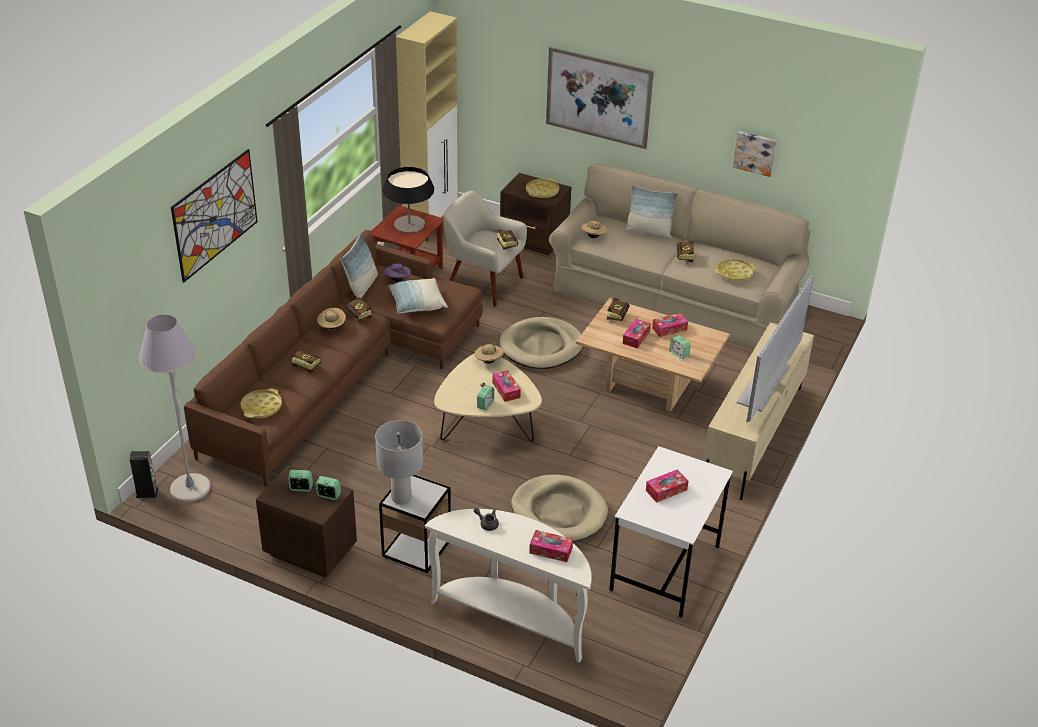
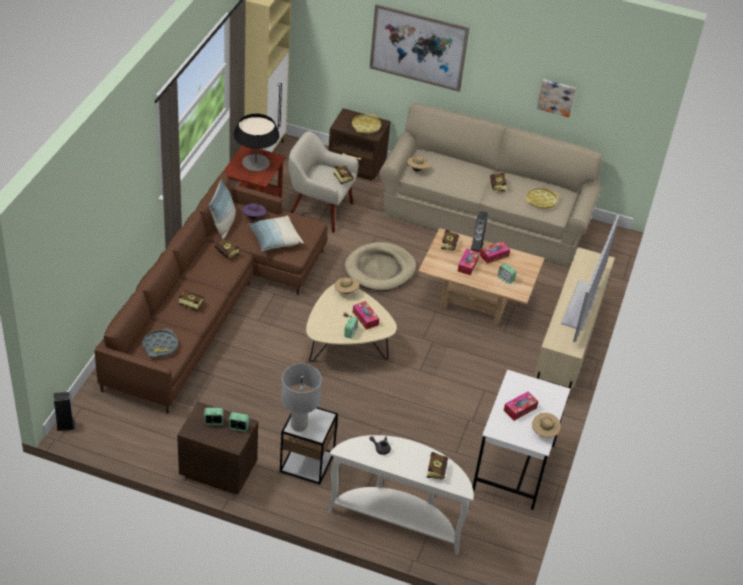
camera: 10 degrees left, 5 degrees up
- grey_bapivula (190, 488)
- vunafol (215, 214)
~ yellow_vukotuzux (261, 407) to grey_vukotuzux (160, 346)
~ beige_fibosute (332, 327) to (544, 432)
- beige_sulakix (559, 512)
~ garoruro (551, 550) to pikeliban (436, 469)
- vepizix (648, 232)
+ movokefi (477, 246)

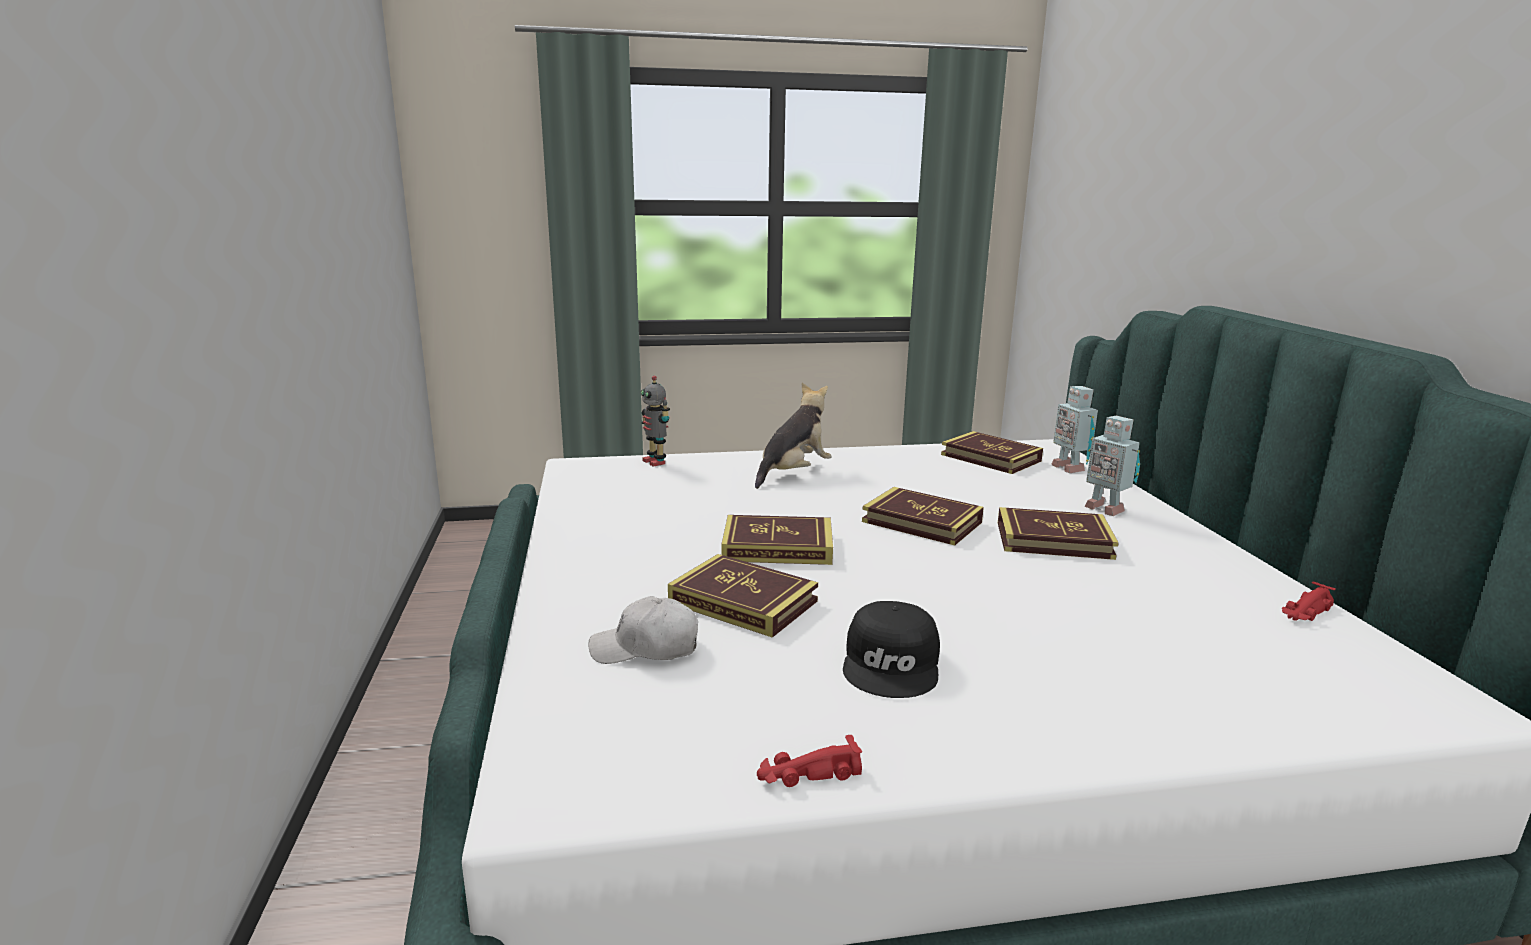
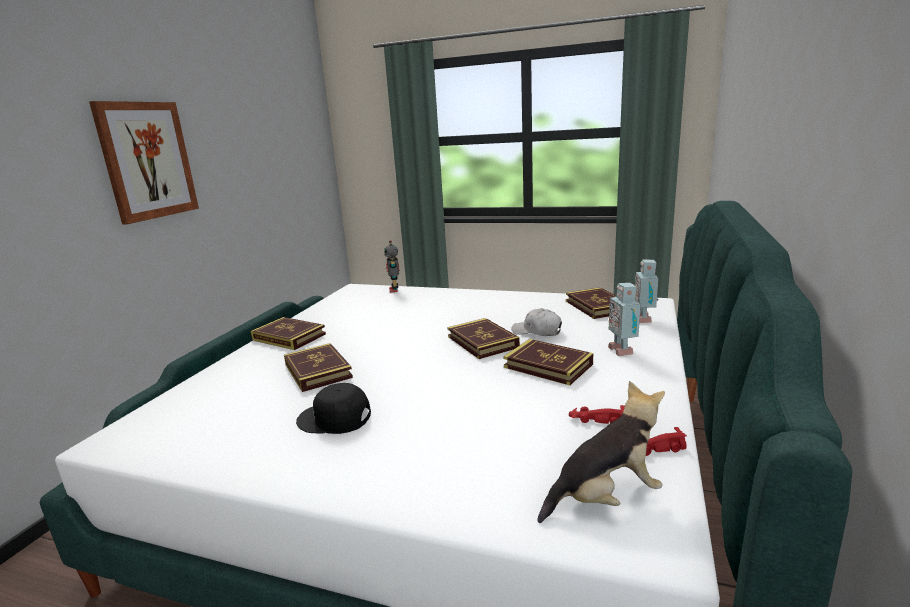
camera: 30 degrees right, 0 degrees up
~ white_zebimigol (646, 648) to (537, 331)
~ pikeliban (777, 547) to (289, 337)
~ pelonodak (793, 473) to (604, 497)
~ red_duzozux (807, 774) to (596, 420)
~ black_zebimigol (893, 663) = (334, 419) 60 degrees clockwise
+ vunafol (147, 161)

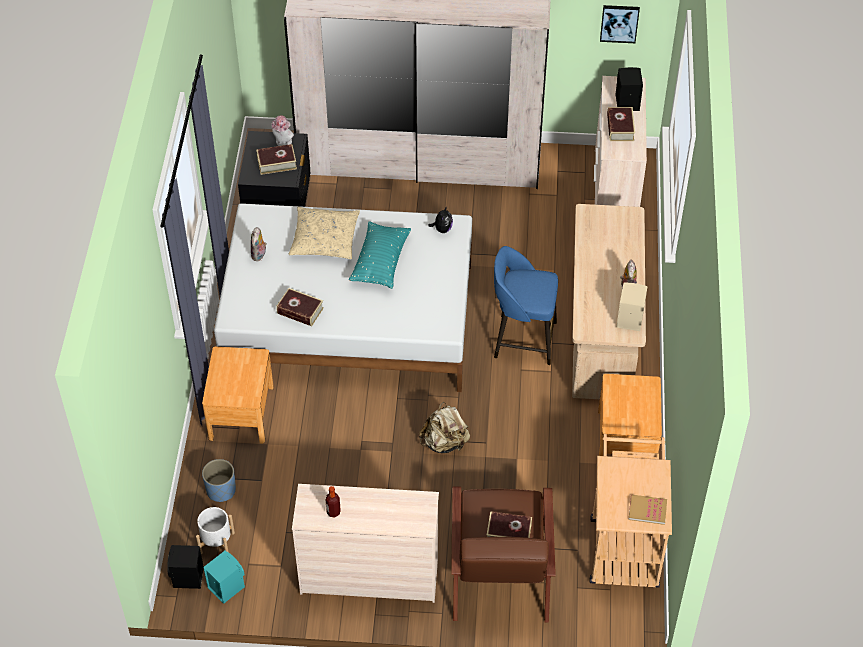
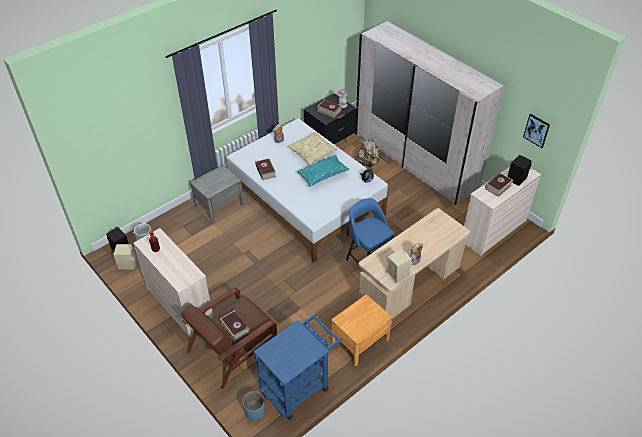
camera: 45 degrees right, 5 degrees down
~ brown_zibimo (241, 412) to grey_zibimo (219, 205)
~ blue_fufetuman (221, 490) to (255, 412)
~ turquoise_movokefi (225, 586) to beige_movokefi (127, 263)
~ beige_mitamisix (445, 442) to (368, 163)
~ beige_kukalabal (624, 544) to blue_kukalabal (299, 385)
- pikeliban (647, 510)

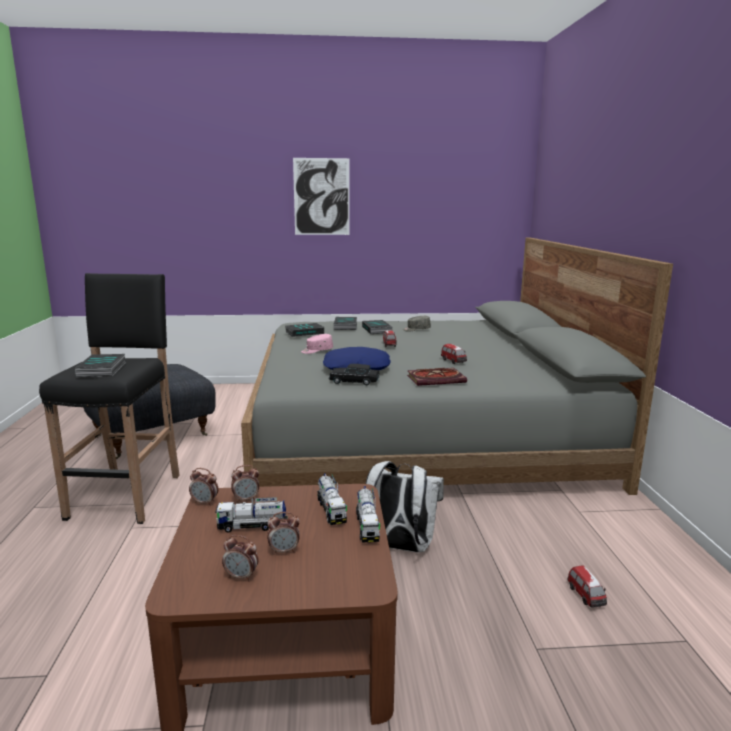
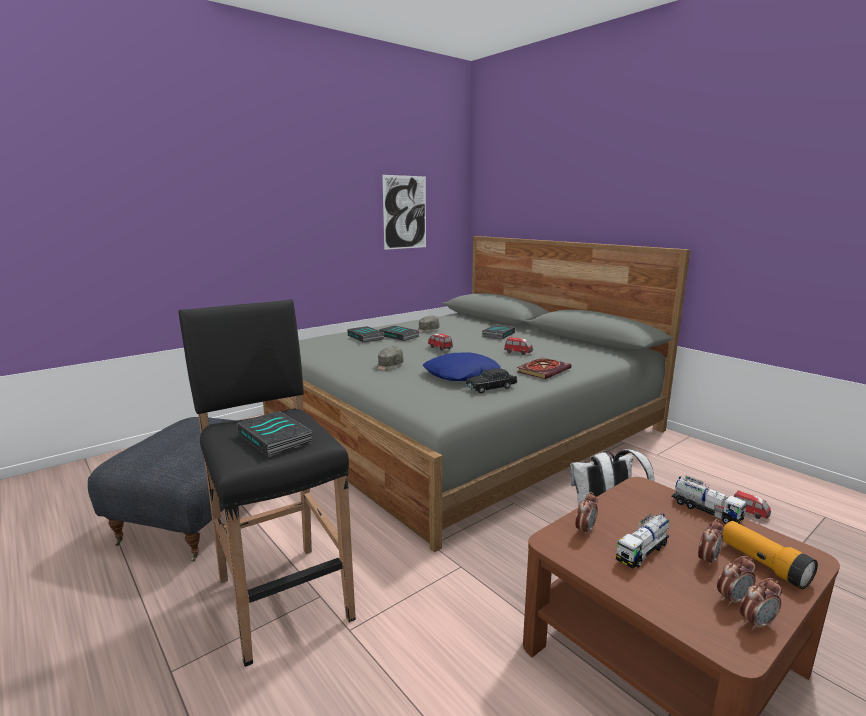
camera: 35 degrees left, 0 degrees up
~ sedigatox (205, 502) to (756, 623)
~ pikeliban (304, 332) to (498, 334)
~ vunafol (321, 197) to (405, 212)
~ pink_zebimigol (317, 351) to grey_zebimigol (388, 366)
- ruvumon (331, 510)
+ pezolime (763, 564)

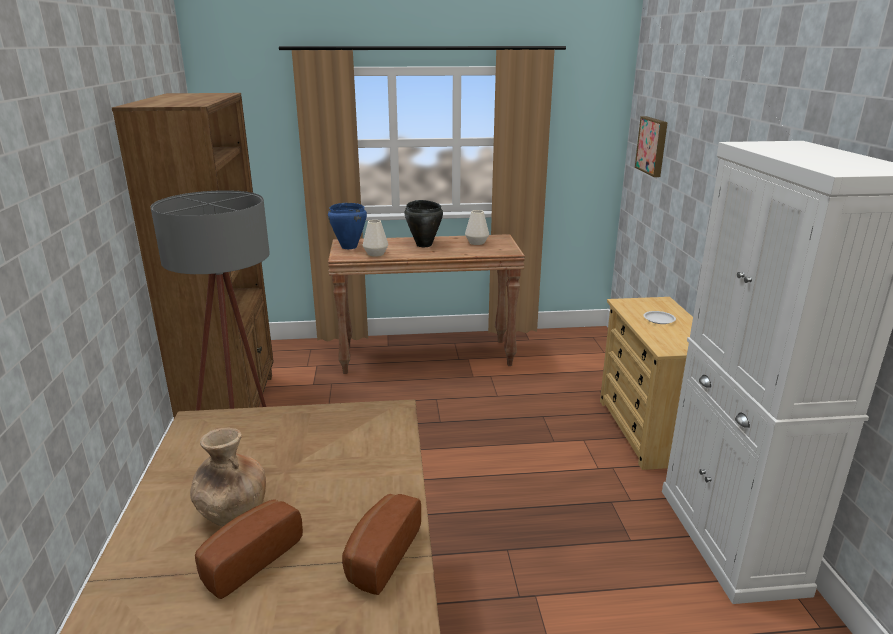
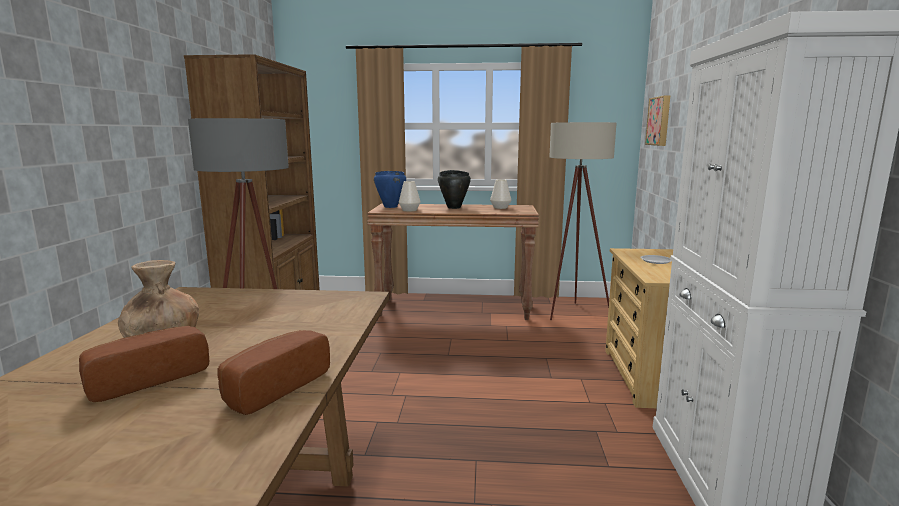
camera: 10 degrees right, 10 degrees down
+ beige_bapivula (572, 315)

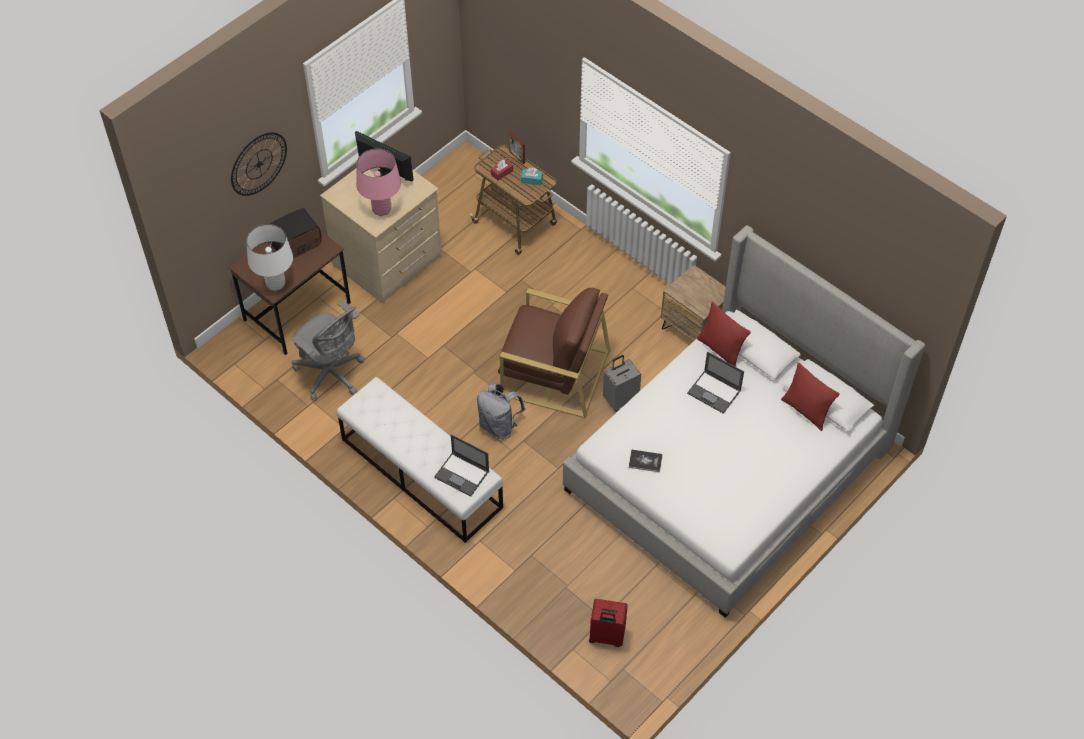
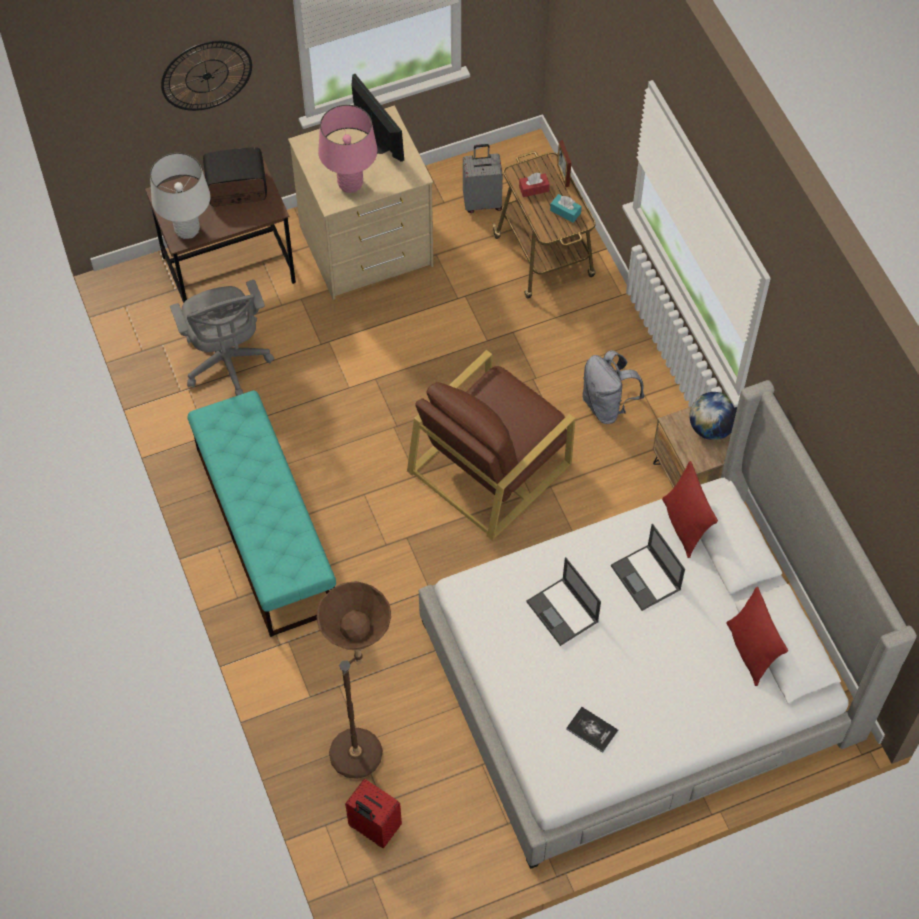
camera: 25 degrees right, 5 degrees up
~ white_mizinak (421, 473) to turquoise_mizinak (265, 528)
~ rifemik (462, 474) to (563, 612)
~ grey_mitamisix (499, 426) to (607, 405)
~ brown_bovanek (554, 372) = (490, 466) 90 degrees clockwise
~ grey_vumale (620, 399) to (482, 202)
~ pikeliban (645, 461) to (592, 730)
+ brown_bapivula (364, 746)
+ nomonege (711, 428)

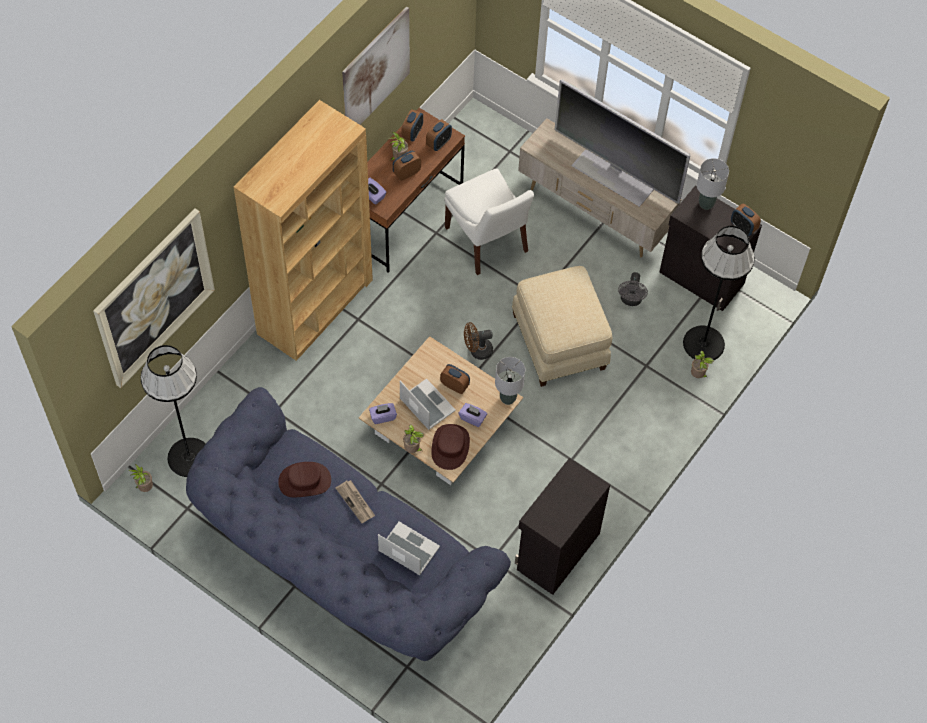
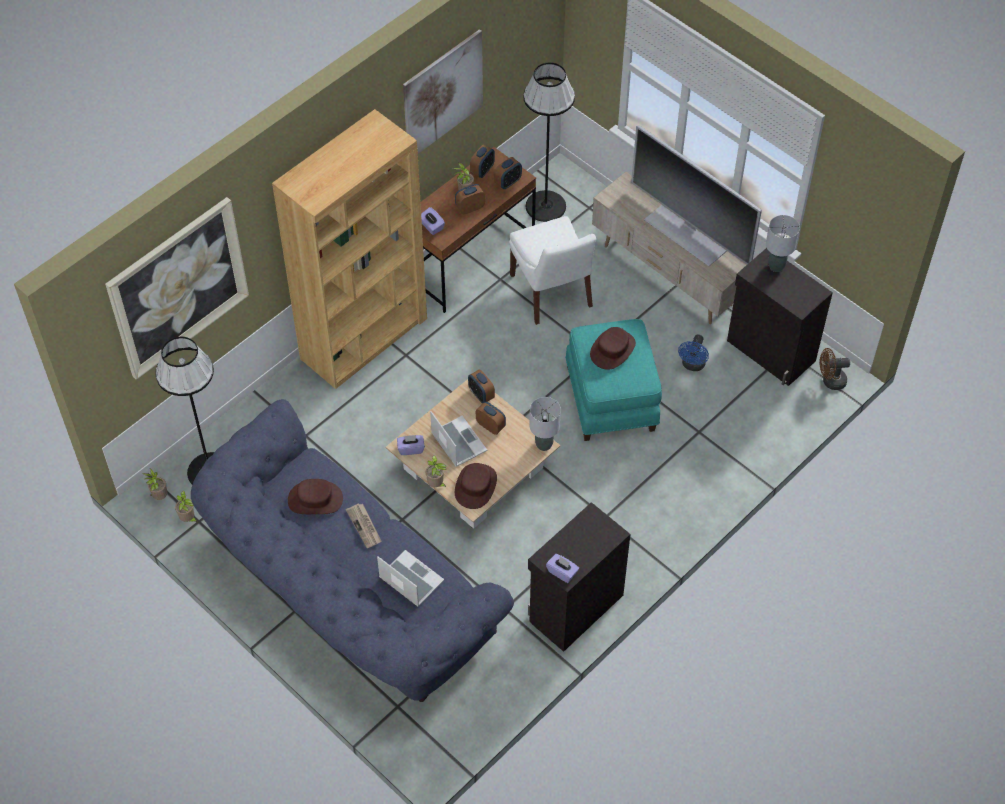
camera: 10 degrees right, 5 degrees down
~ purple_garoruro (472, 418) to (562, 572)
~ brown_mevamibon (477, 351) to (830, 381)
~ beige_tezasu (560, 341) to turquoise_tezasu (612, 398)
~ grey_mevamibon (631, 300) to blue_mevamibon (692, 365)
~ black_bapivula (704, 343) to (546, 206)
~ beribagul (698, 375) to (188, 519)
~ sedigatox (743, 227) to (481, 395)
+ brown_fibosute (613, 350)

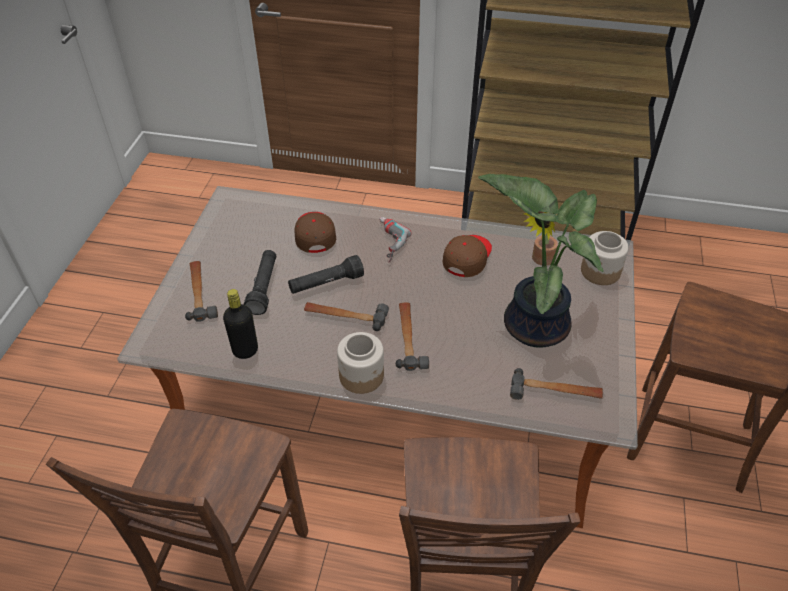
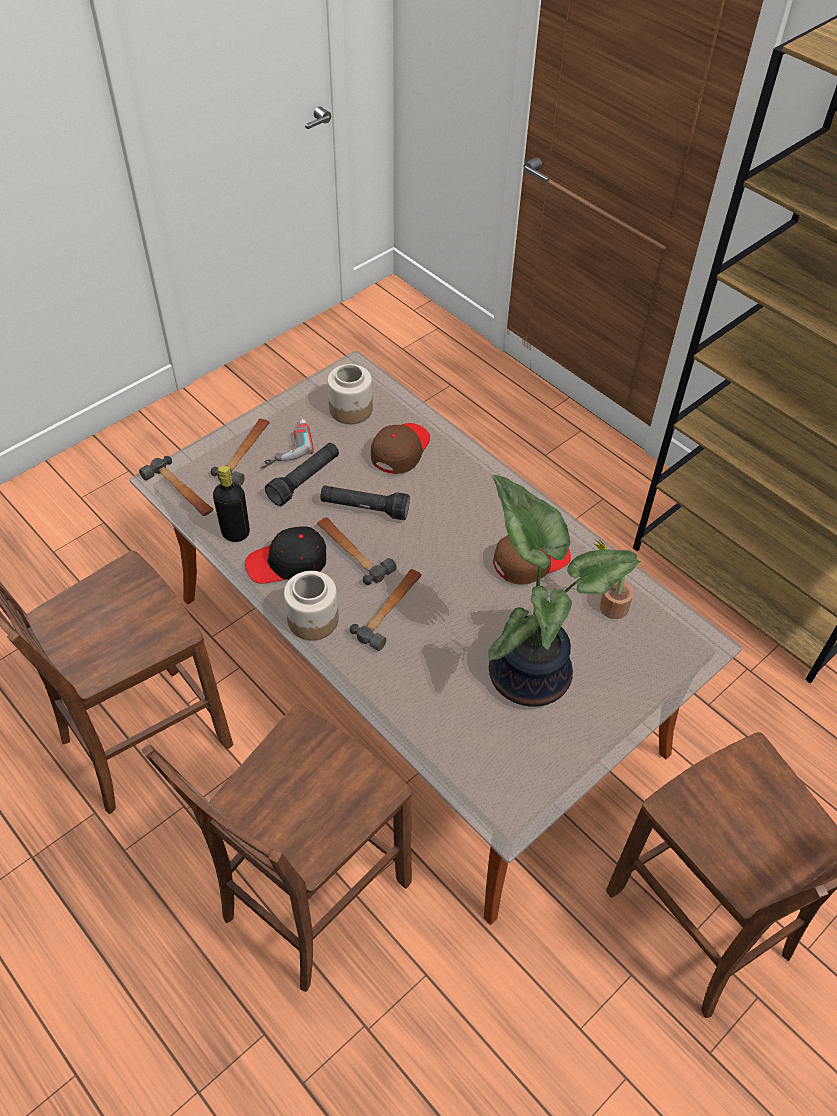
camera: 35 degrees right, 5 degrees up
~ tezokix (385, 242) to (284, 446)
~ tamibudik (555, 392) to (180, 492)
~ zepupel (601, 271) to (351, 409)
+ black_zebimigol (287, 562)

